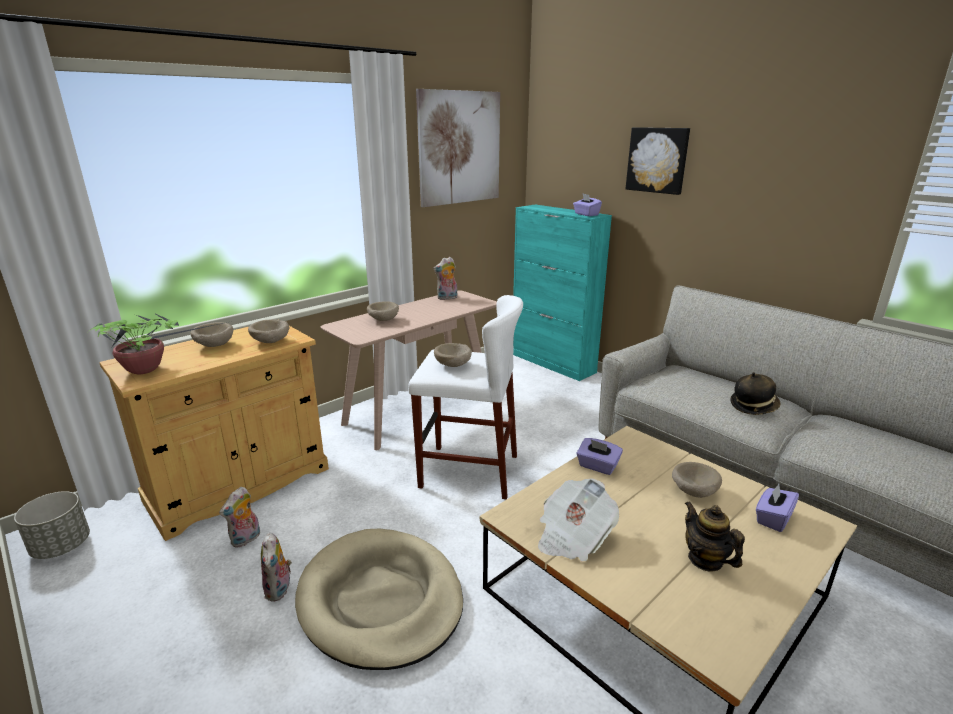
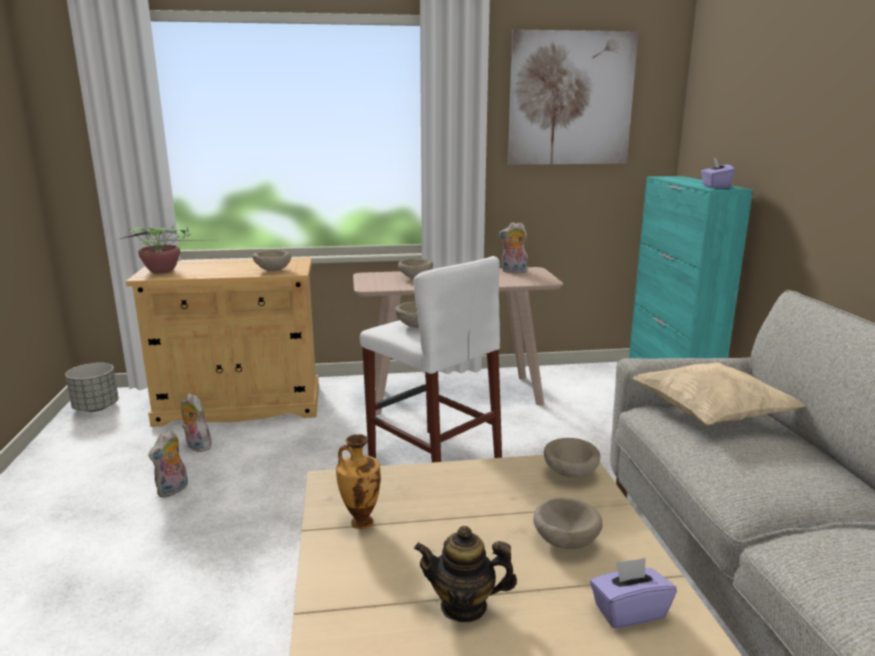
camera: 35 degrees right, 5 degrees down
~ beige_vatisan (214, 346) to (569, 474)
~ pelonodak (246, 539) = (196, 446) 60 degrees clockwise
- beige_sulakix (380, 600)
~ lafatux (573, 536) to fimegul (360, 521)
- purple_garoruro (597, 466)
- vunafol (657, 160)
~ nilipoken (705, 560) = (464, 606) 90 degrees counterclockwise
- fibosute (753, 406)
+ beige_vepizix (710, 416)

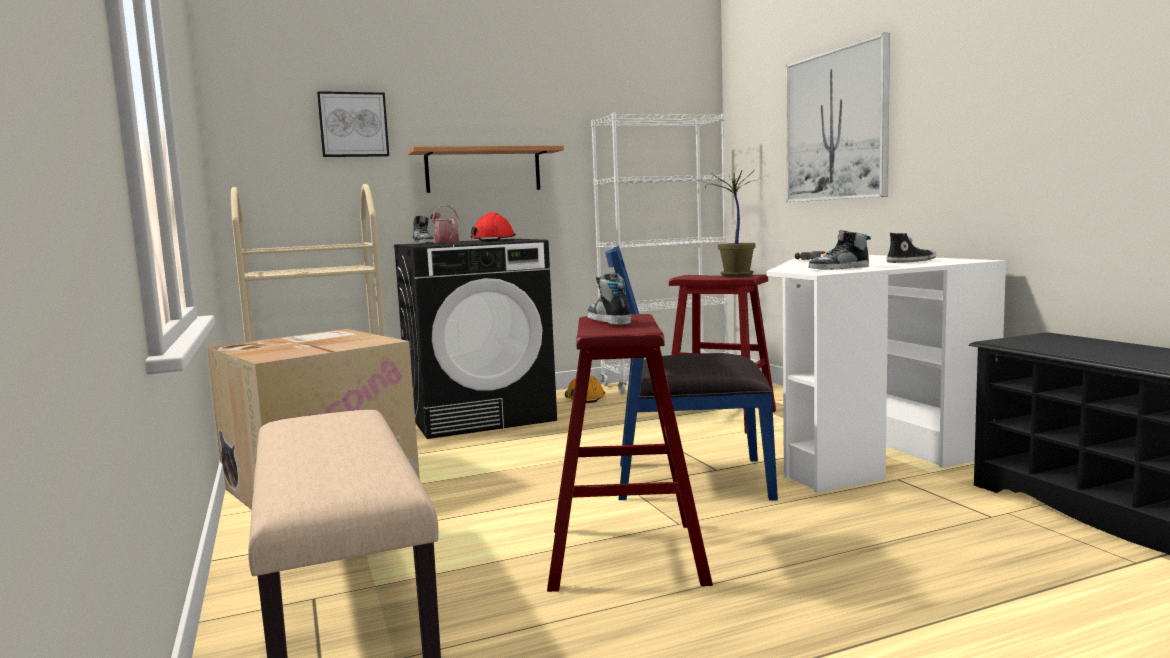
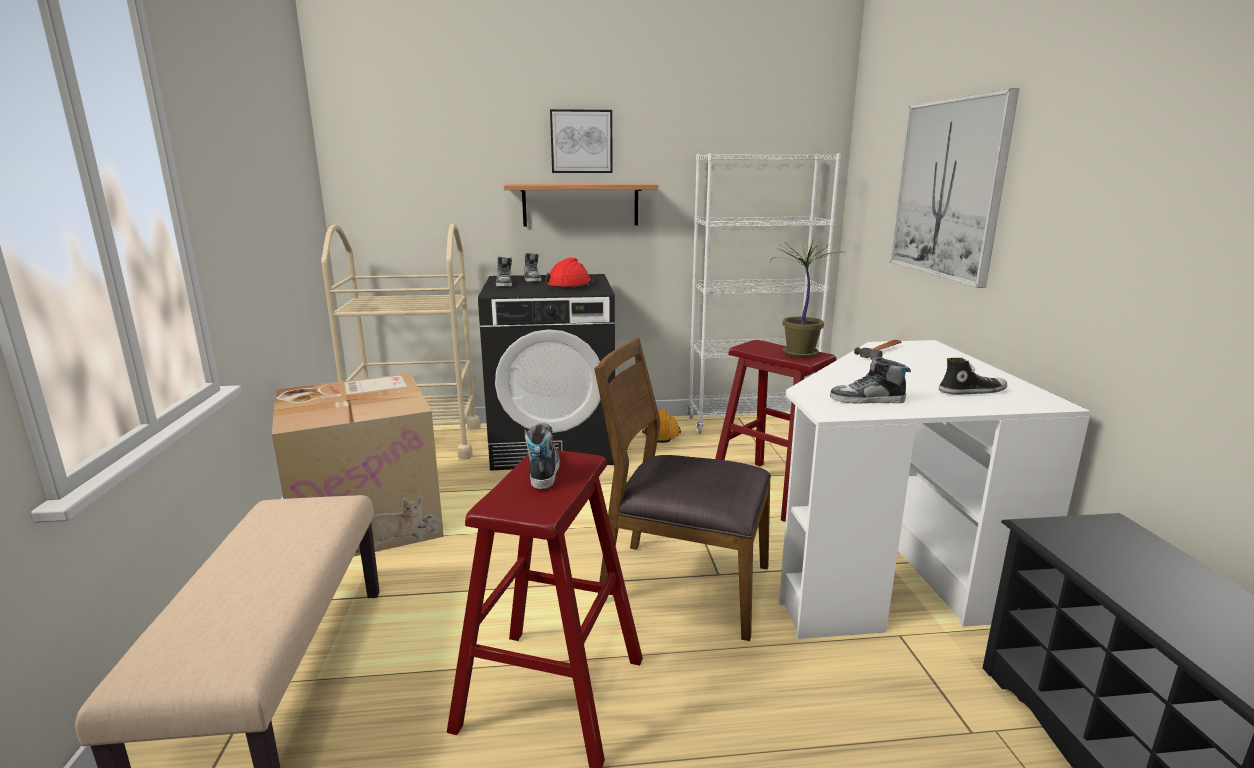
camera: 15 degrees right, 10 degrees up
~ vunafol (353, 125) to (581, 141)
~ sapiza (445, 242) to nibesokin (532, 279)
~ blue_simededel (691, 479) to brown_simededel (684, 585)

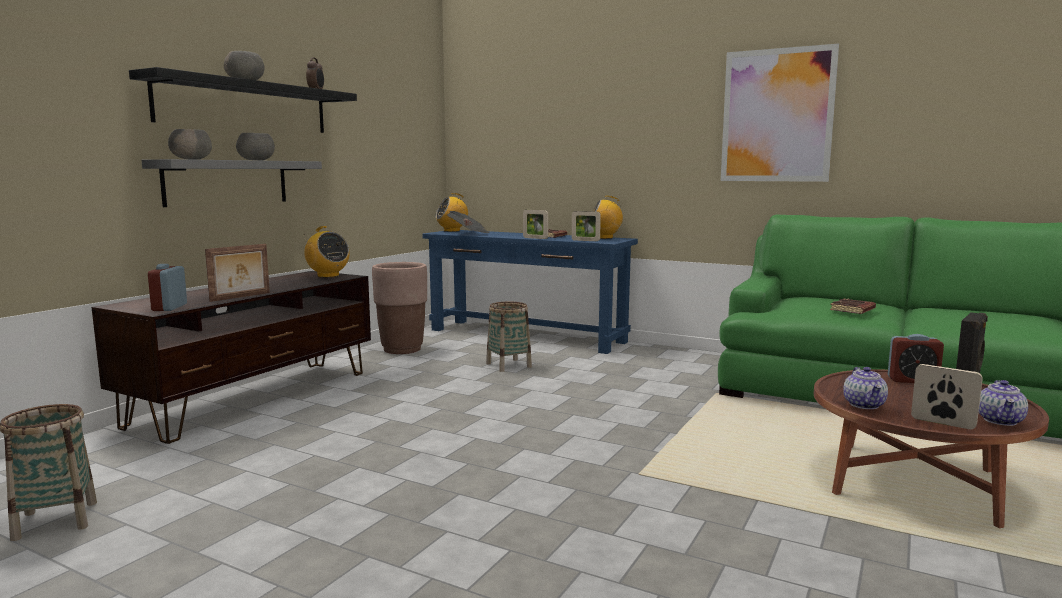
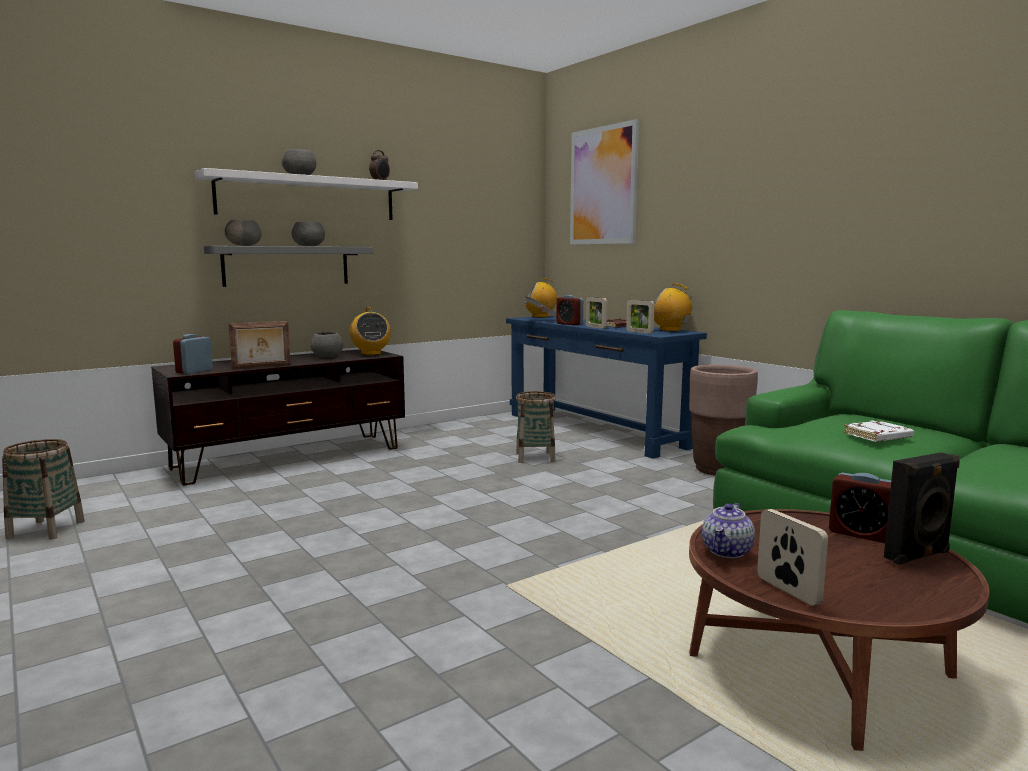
camera: 25 degrees right, 0 degrees up
~ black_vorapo (246, 106) to white_vorapo (308, 198)
~ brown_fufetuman (402, 349) to (718, 469)
~ vunafol (777, 116) to (603, 186)
~ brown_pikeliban (853, 310) to white_pikeliban (878, 436)
- nilipoken (1000, 421)
+ grey_vatisan (327, 356)
+ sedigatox (569, 324)

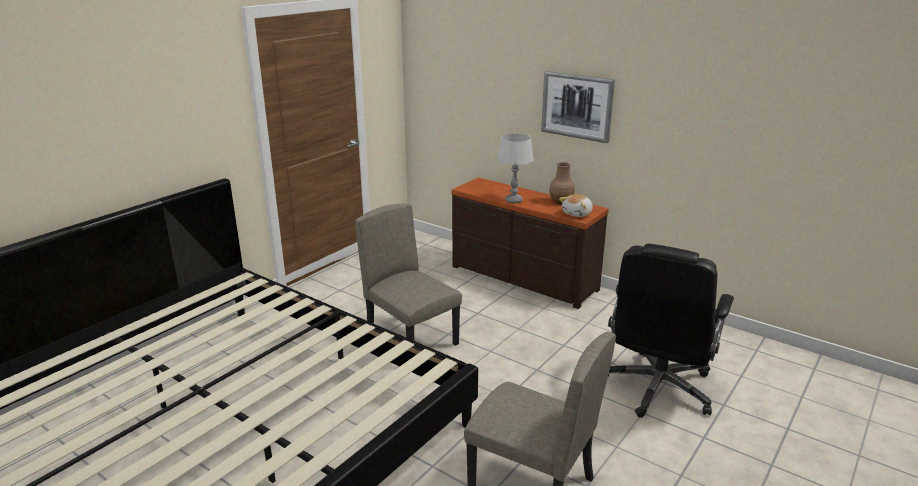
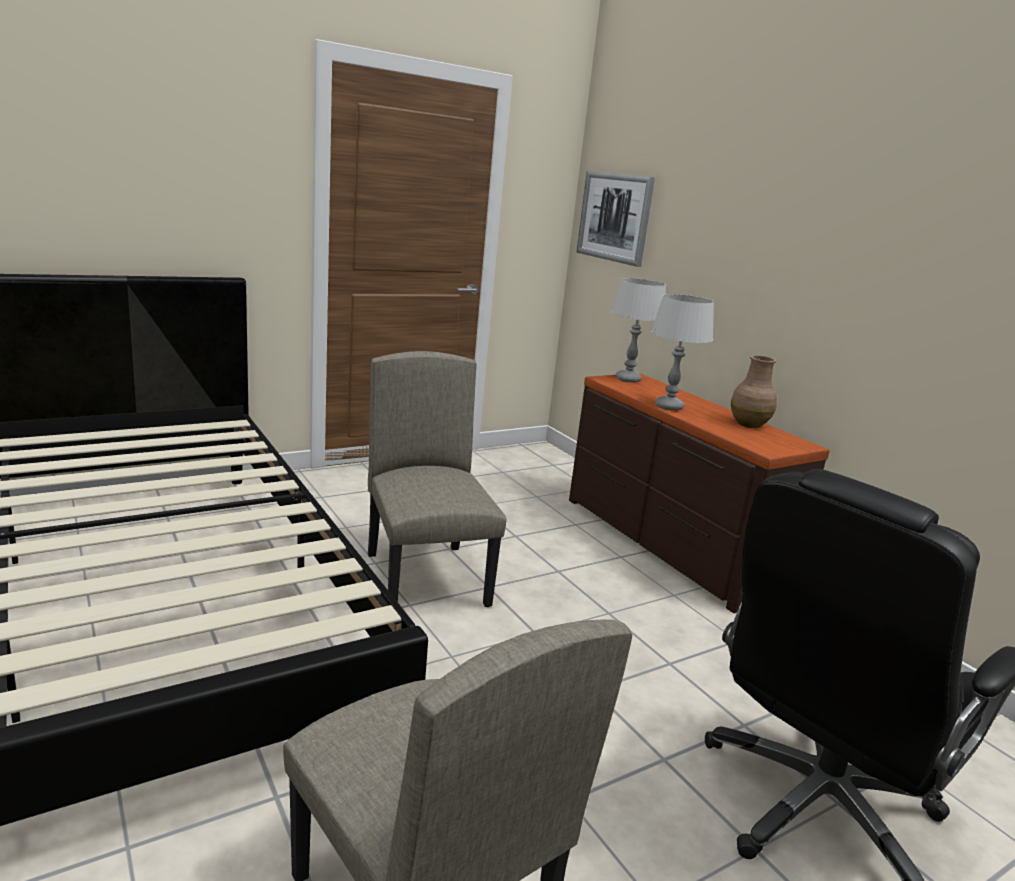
camera: 20 degrees right, 5 degrees down
~ vunafol (577, 106) to (614, 217)
- pelonodak (577, 214)
+ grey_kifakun (627, 379)

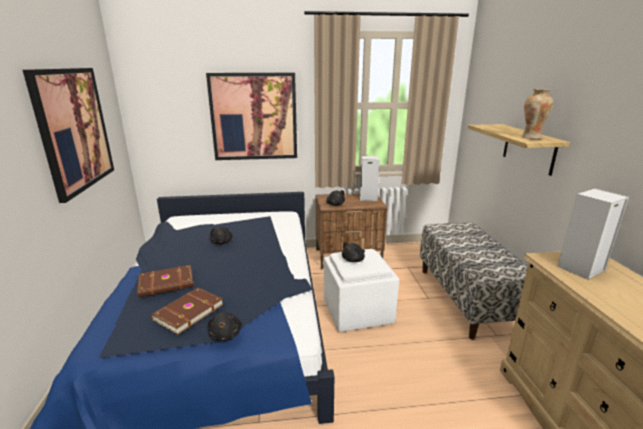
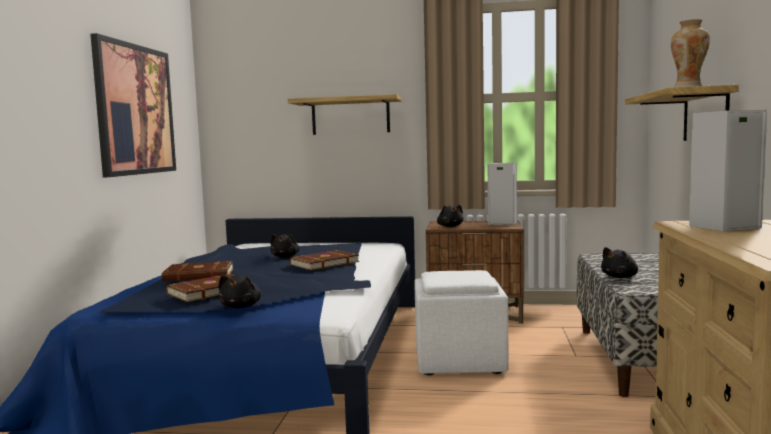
camera: 15 degrees right, 15 degrees down
~ vunafol (254, 117) to vorapo (350, 116)
~ black_pelonodak (354, 260) to (620, 277)
+ brown_pikeliban (323, 263)

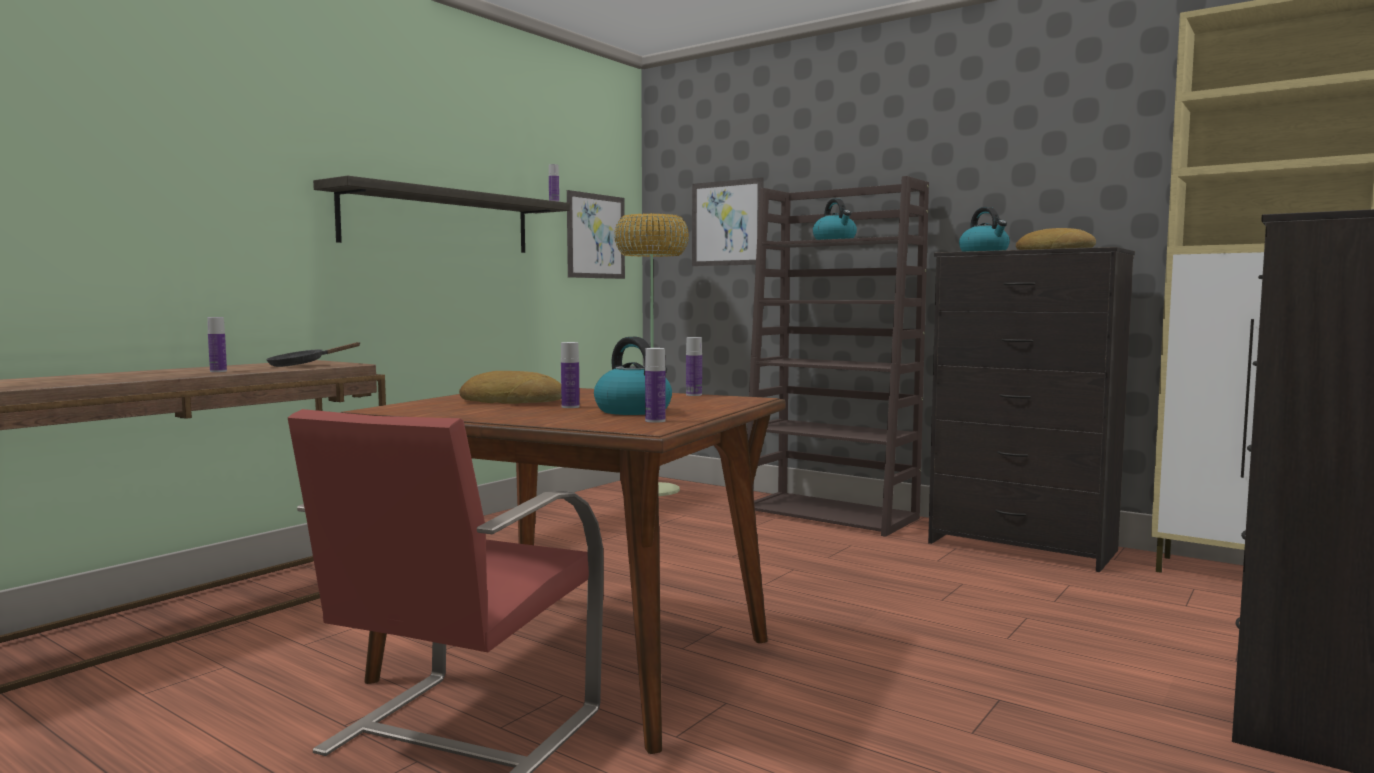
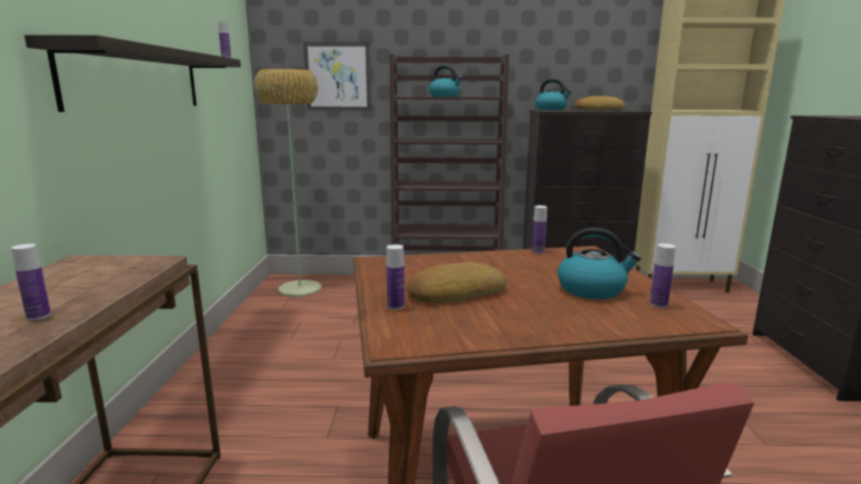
camera: 35 degrees left, 10 degrees up
- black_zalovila (302, 365)
~ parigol (570, 407) to (395, 306)
- vunafol (596, 236)

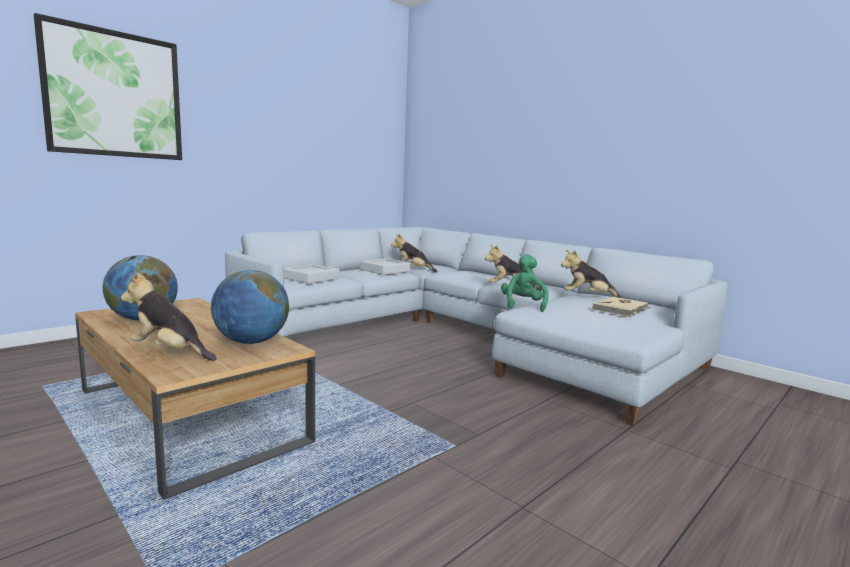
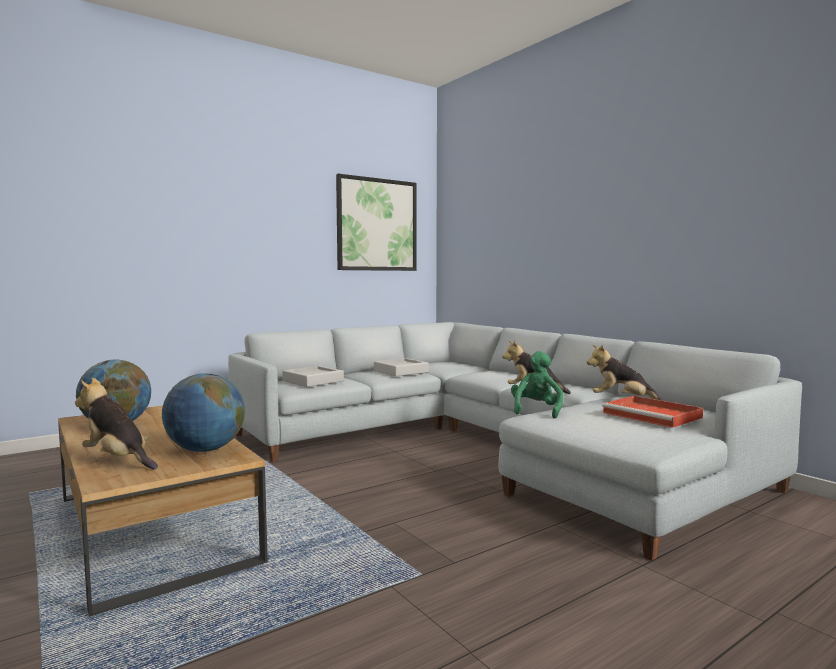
camera: 10 degrees right, 5 degrees down
~ vunafol (114, 95) to (377, 225)
- pelonodak (412, 270)
~ beige_pikeliban (621, 309) to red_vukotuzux (653, 415)

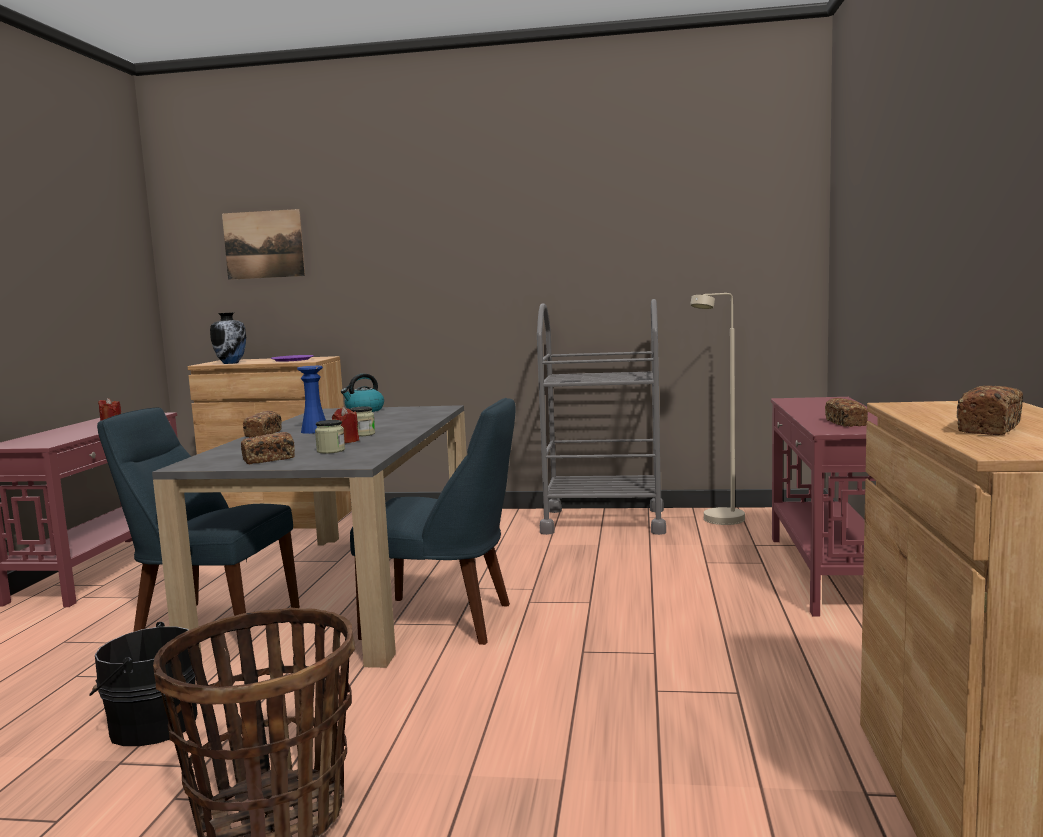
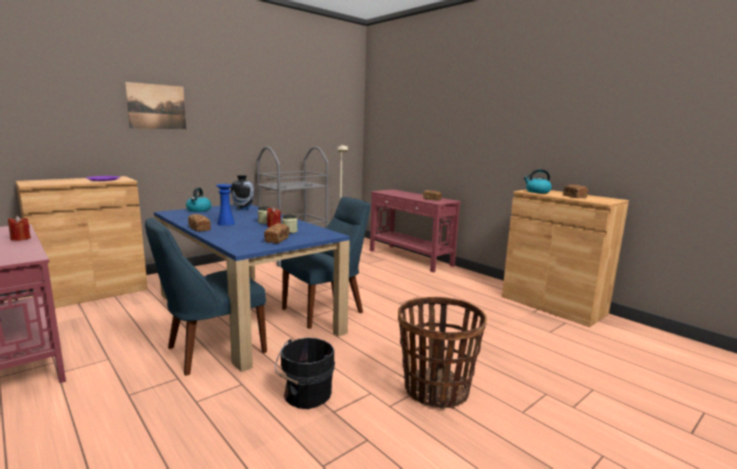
camera: 50 degrees left, 5 degrees up
~ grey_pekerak (350, 589) to blue_pekerak (246, 312)
~ fimegul (231, 363) to (243, 208)
~ vunafol (263, 244) to (157, 106)
+ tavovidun (537, 192)

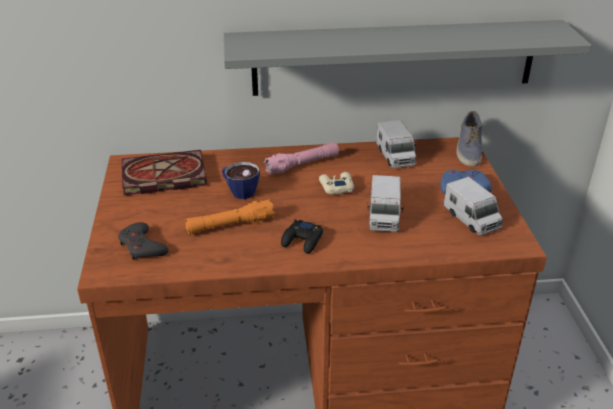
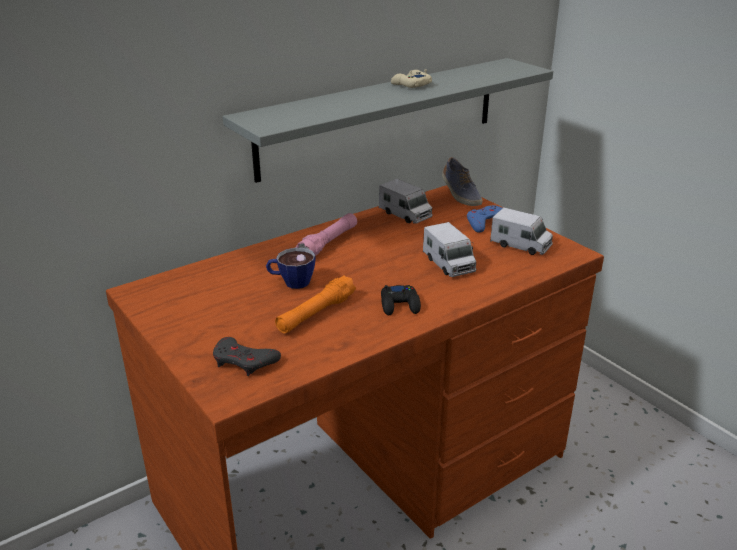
camera: 30 degrees left, 5 degrees down
- pikeliban (162, 177)
~ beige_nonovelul (336, 187) to (411, 84)

